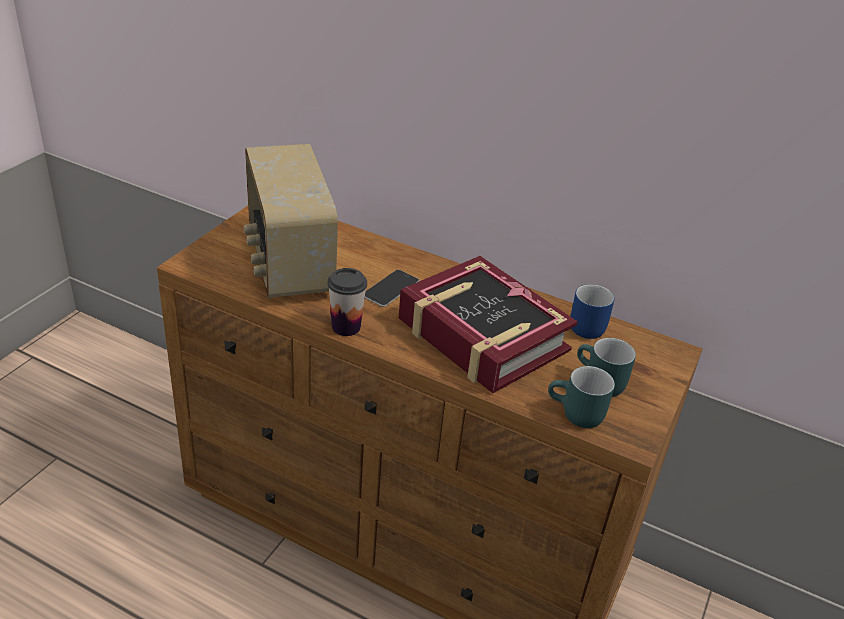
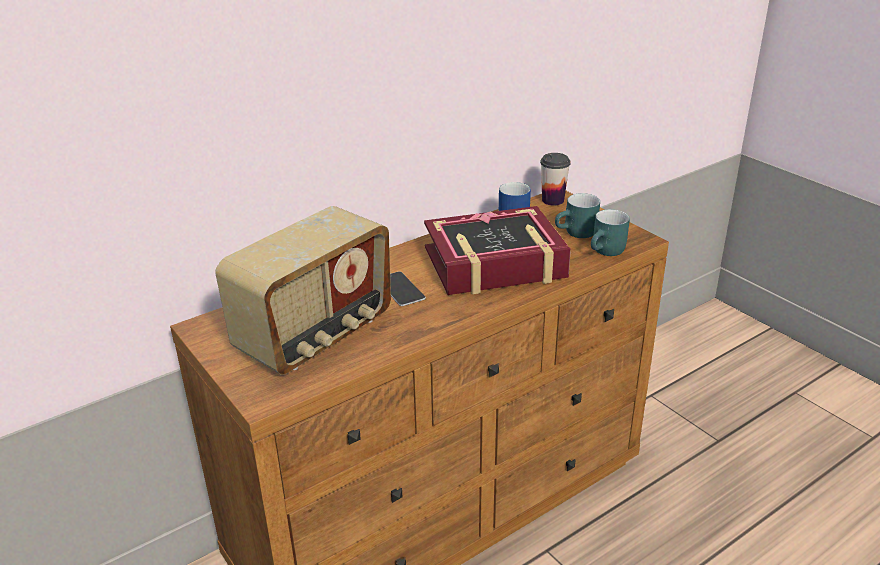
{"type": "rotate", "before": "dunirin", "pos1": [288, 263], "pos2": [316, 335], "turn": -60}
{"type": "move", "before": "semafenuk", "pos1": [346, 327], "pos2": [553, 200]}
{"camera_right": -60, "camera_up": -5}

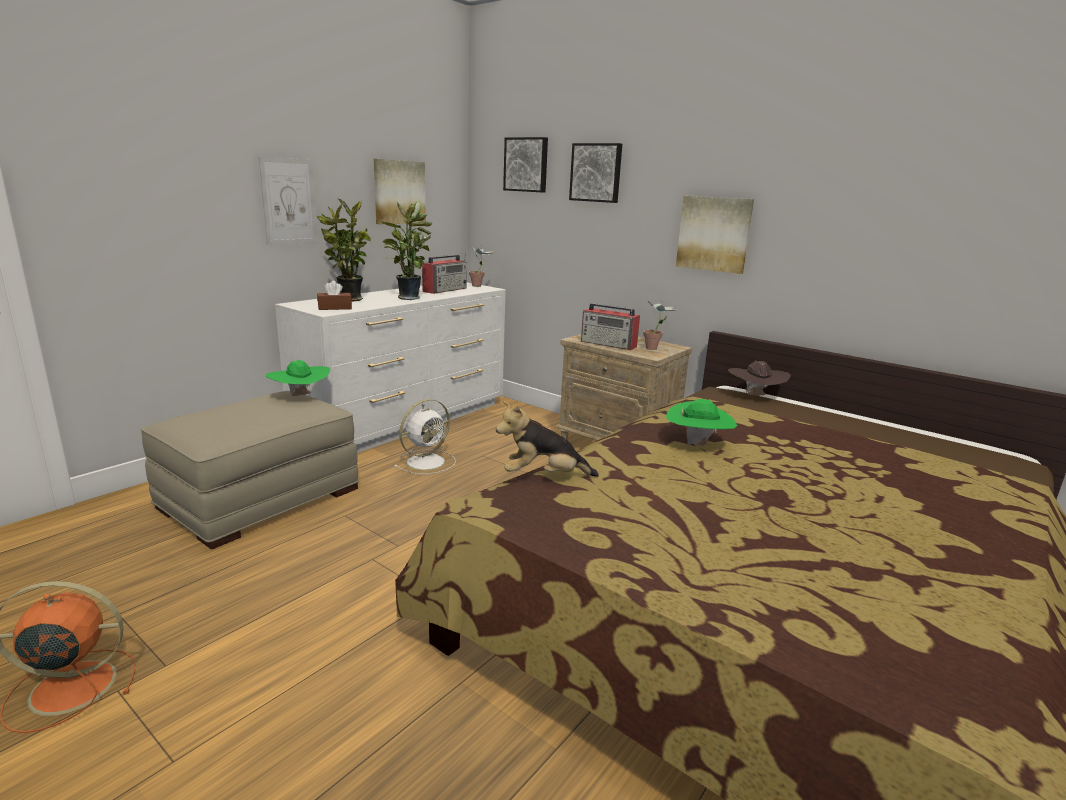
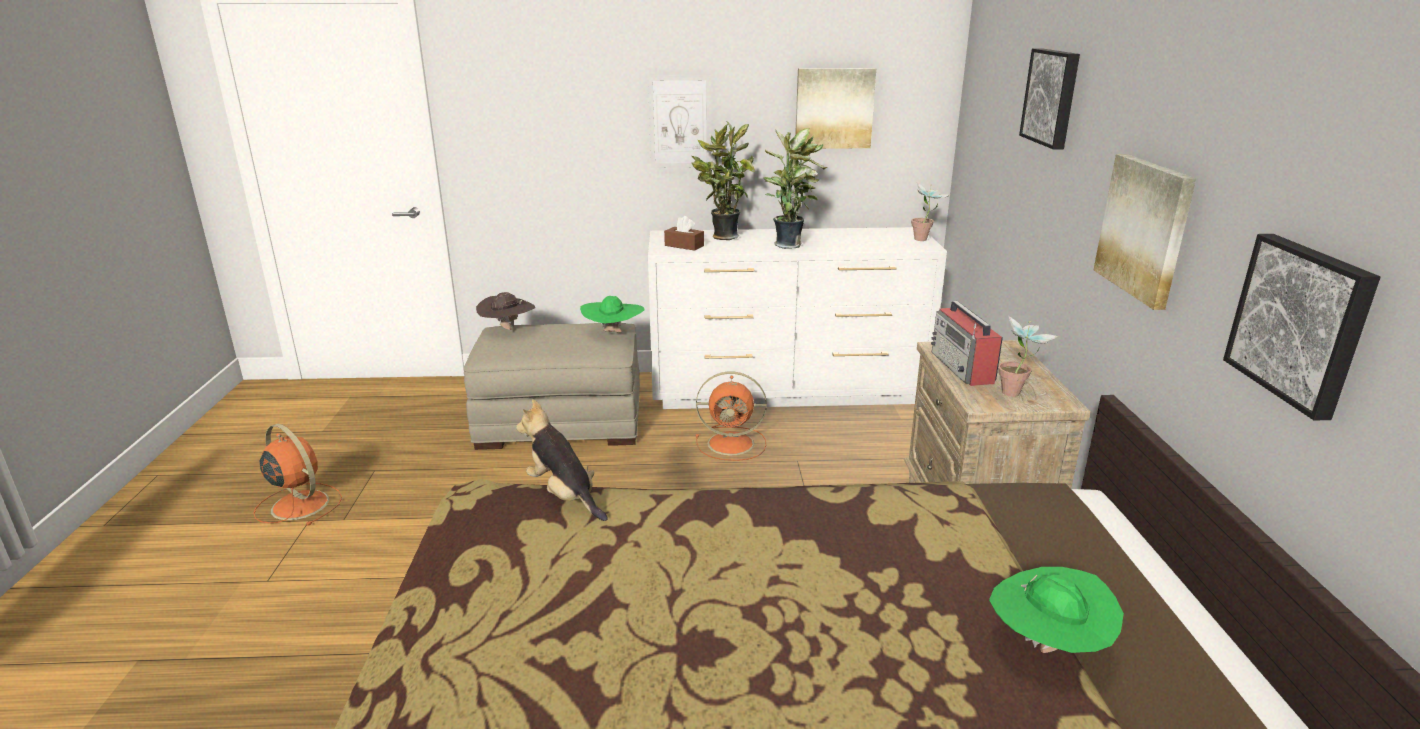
{"type": "move", "before": "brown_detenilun", "pos1": [755, 397], "pos2": [508, 330]}
{"type": "recolor", "before": "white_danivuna", "after": "orange_danivuna", "pos1": [427, 461], "pos2": [733, 444]}
{"type": "move", "before": "green_detenilun", "pos1": [697, 444], "pos2": [1047, 647]}
{"type": "move", "before": "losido", "pos1": [526, 165], "pos2": [1301, 322]}
{"type": "delete", "before": "dunirin", "pos1": [445, 290]}
{"camera_right": 50, "camera_up": 5}

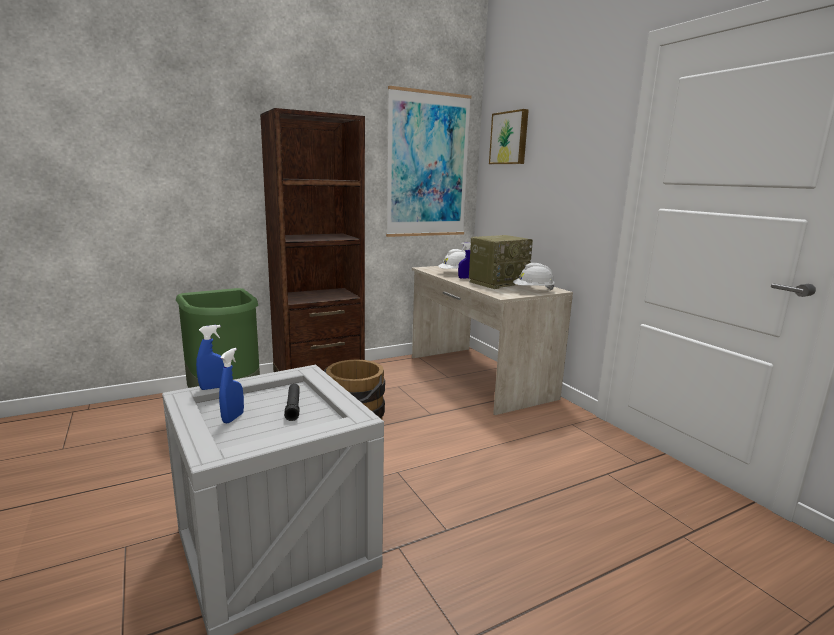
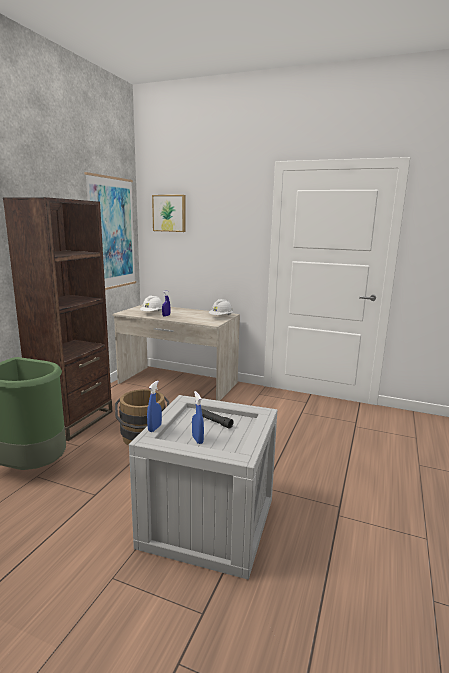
{"type": "delete", "before": "dunirin", "pos1": [498, 283]}
{"camera_right": -40, "camera_up": 0}

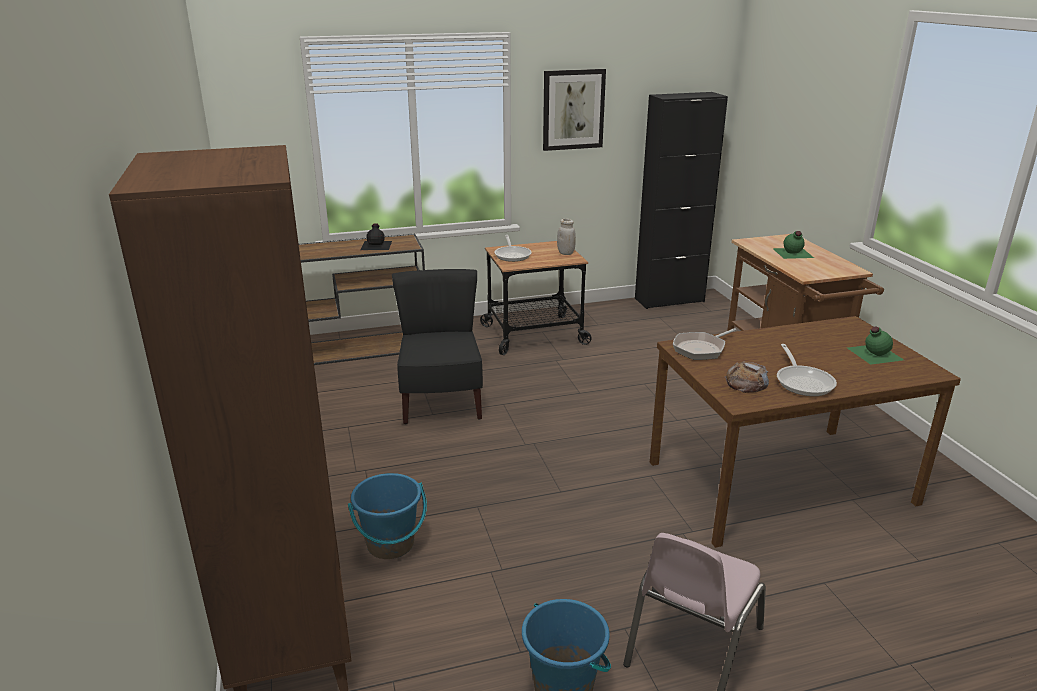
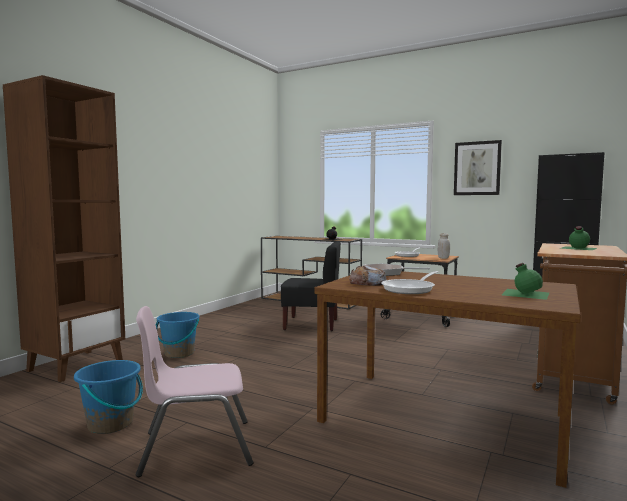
{"type": "rotate", "before": "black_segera", "pos1": [441, 402], "pos2": [311, 324], "turn": 60}
{"camera_right": 45, "camera_up": -20}

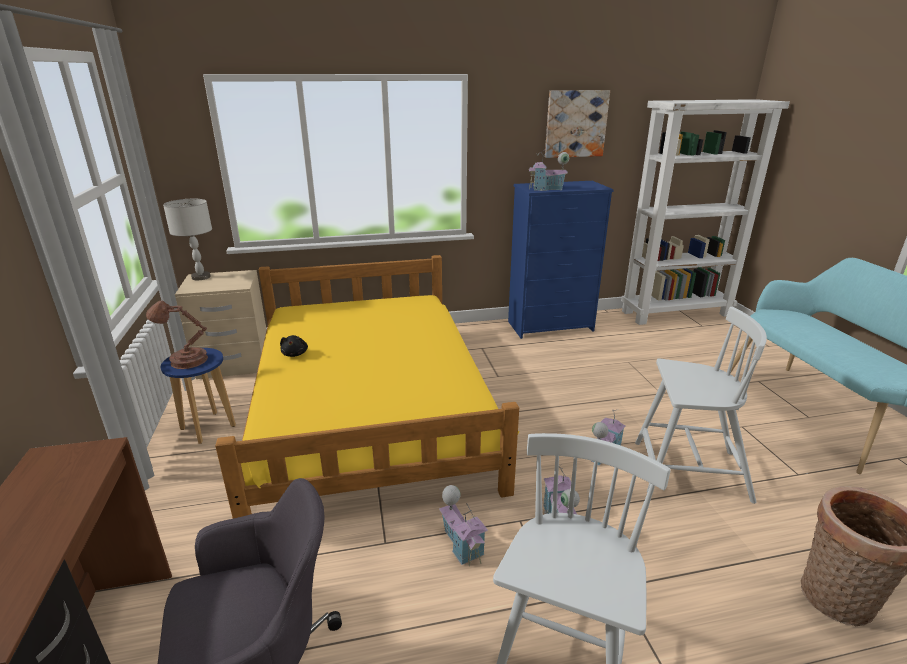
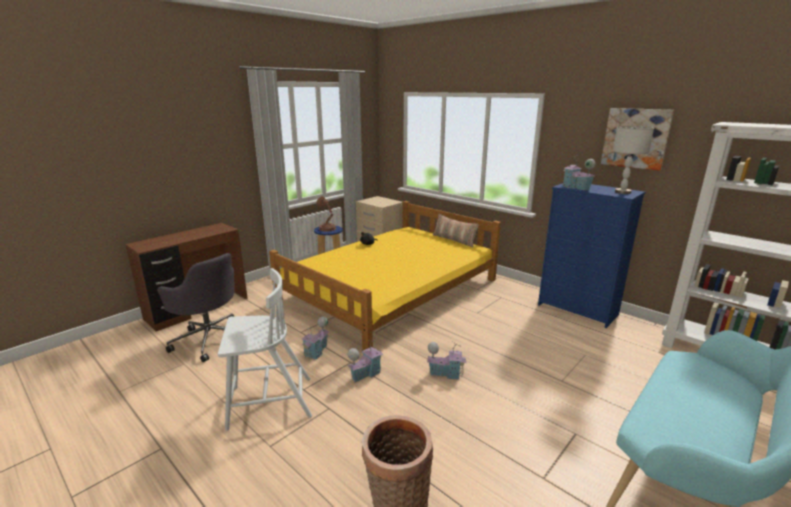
{"type": "insert", "after": "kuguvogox", "pos2": [454, 240]}
{"type": "move", "before": "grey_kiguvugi", "pos1": [201, 277], "pos2": [623, 192]}
{"type": "delete", "before": "white_segera", "pos1": [688, 471]}
{"camera_right": 55, "camera_up": -5}

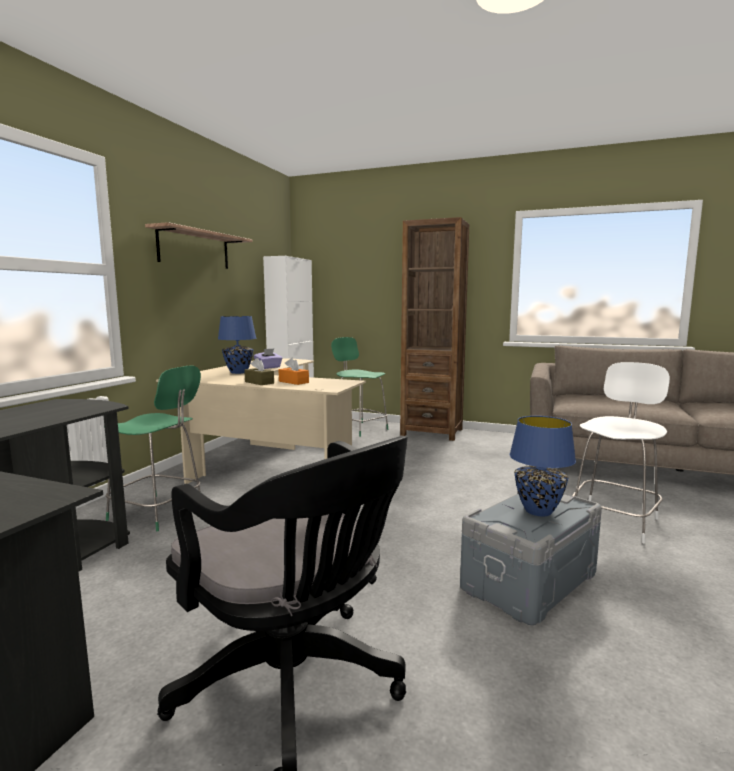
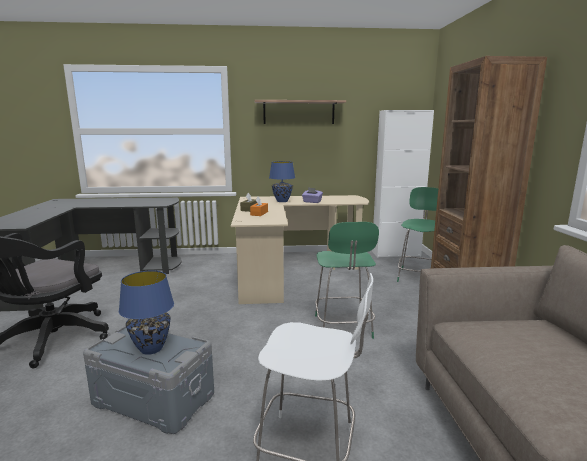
{"type": "move", "before": "green_segera", "pos1": [159, 513], "pos2": [343, 328]}
{"camera_right": 65, "camera_up": 5}

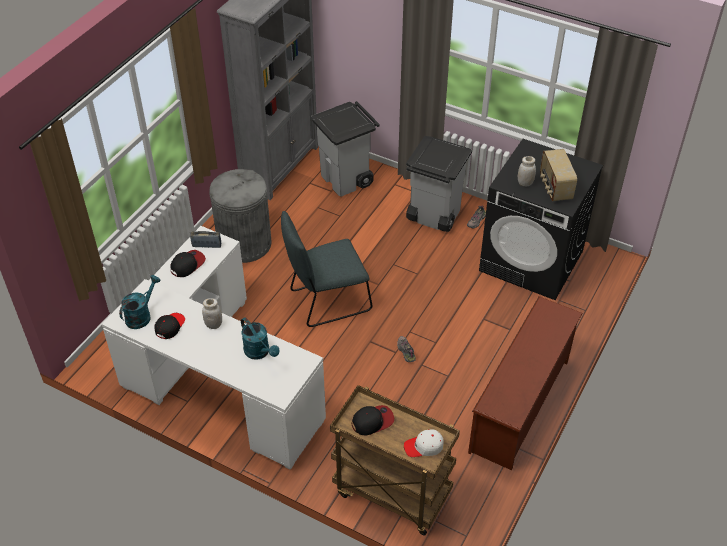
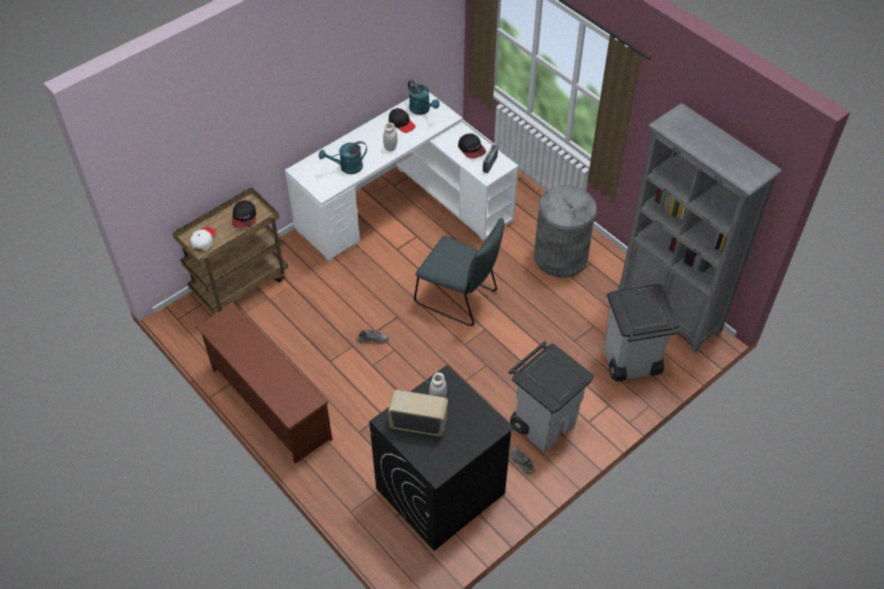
{"type": "rotate", "before": "grey_segera", "pos1": [327, 301], "pos2": [459, 298], "turn": 120}
{"camera_right": 110, "camera_up": 5}

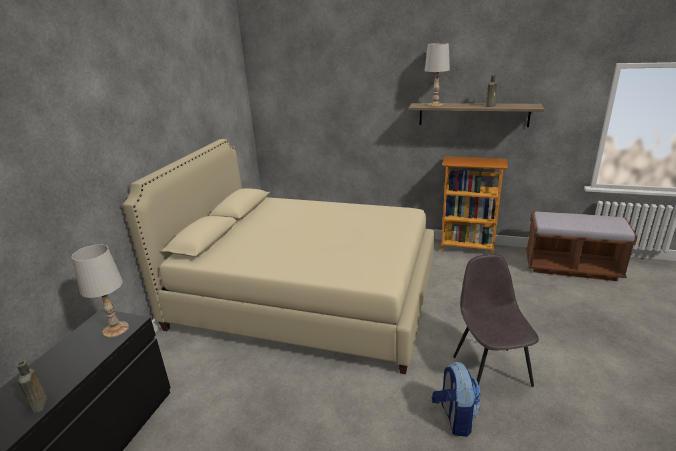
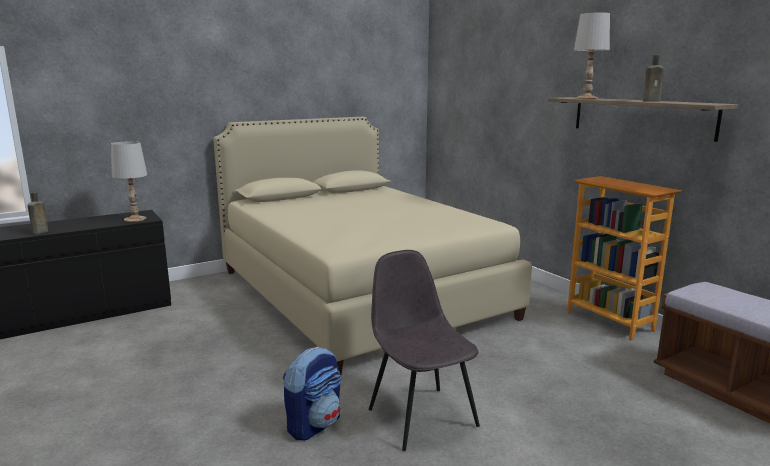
{"type": "rotate", "before": "grey_segera", "pos1": [490, 369], "pos2": [421, 416], "turn": -60}
{"camera_right": 40, "camera_up": -10}

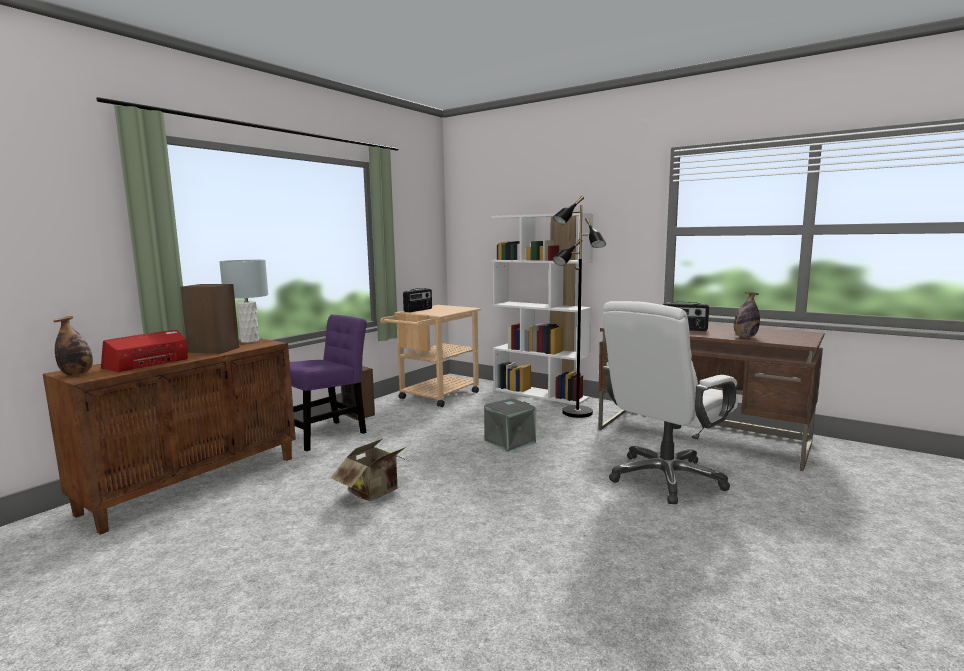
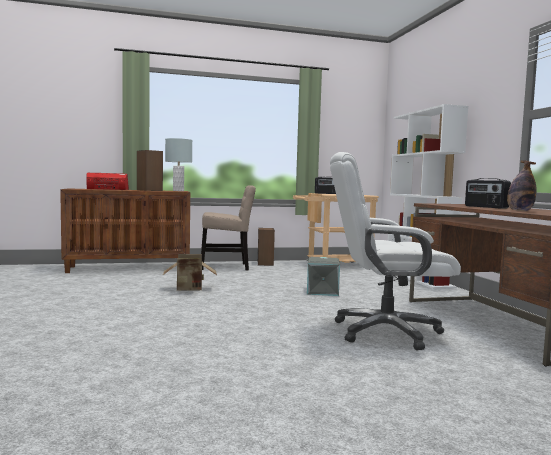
{"type": "recolor", "before": "purple_segera", "after": "beige_segera", "pos1": [327, 434], "pos2": [227, 267]}
{"type": "delete", "before": "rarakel", "pos1": [77, 374]}
{"type": "delete", "before": "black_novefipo", "pos1": [576, 413]}
{"camera_right": 40, "camera_up": -5}

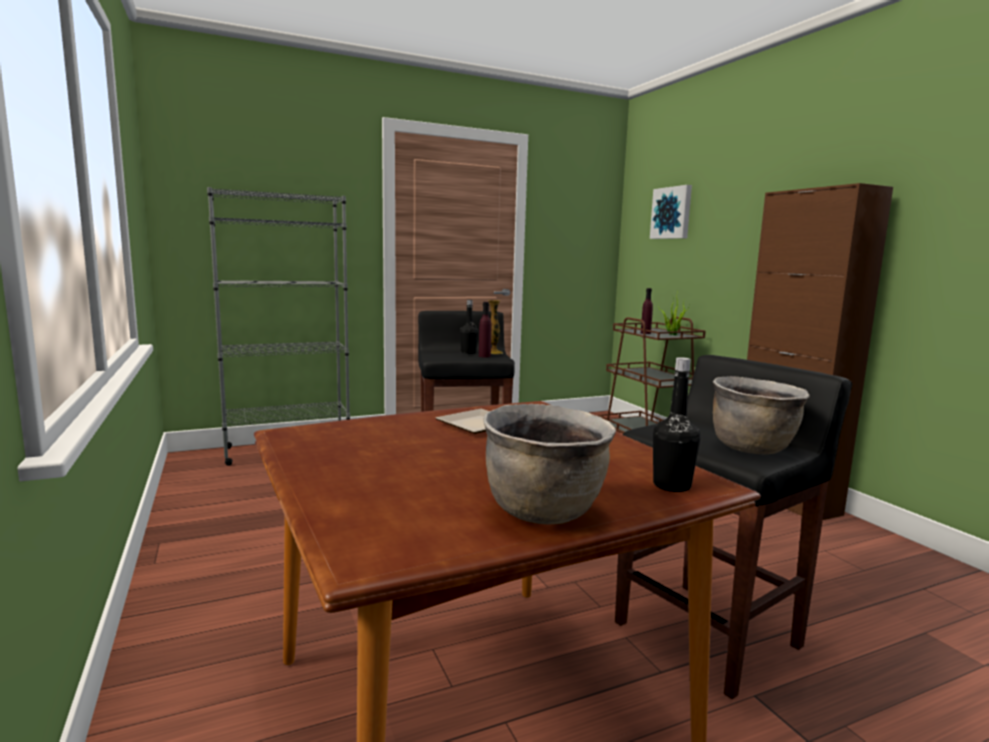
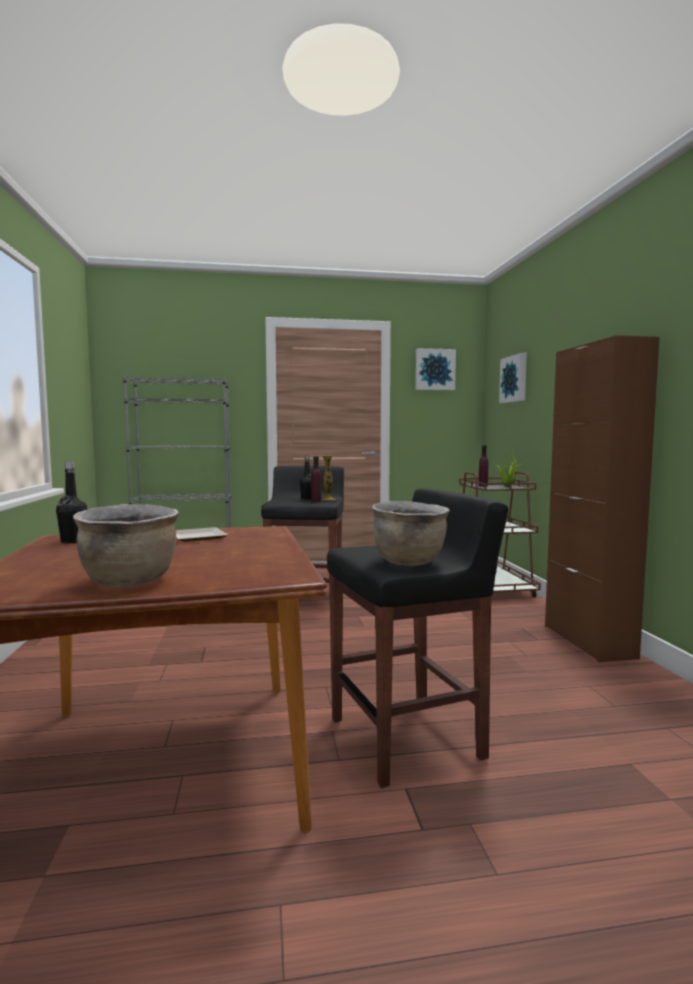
{"type": "move", "before": "black_rarakel", "pos1": [671, 485], "pos2": [73, 541]}
{"type": "insert", "after": "losido", "pos2": [434, 369]}
{"camera_right": 15, "camera_up": -5}

